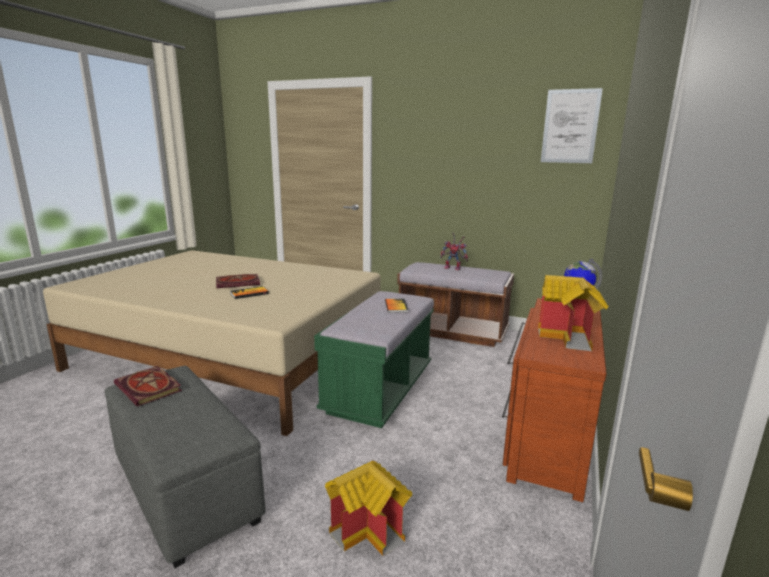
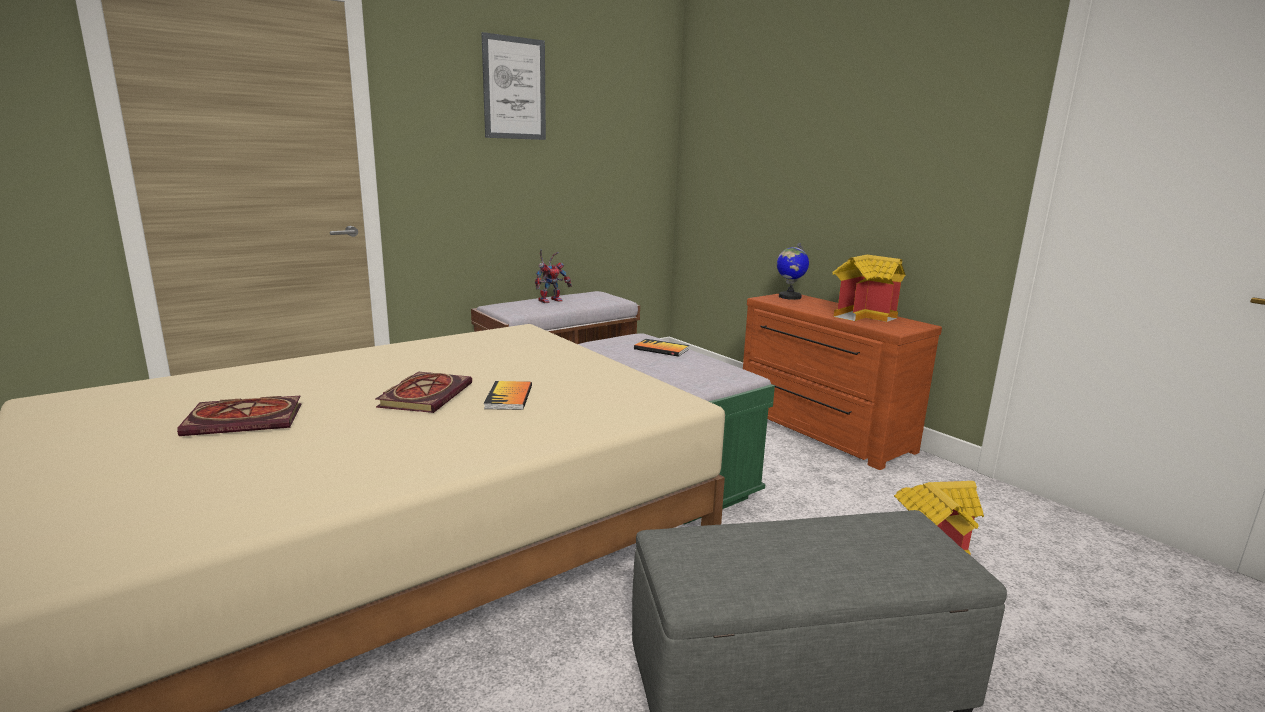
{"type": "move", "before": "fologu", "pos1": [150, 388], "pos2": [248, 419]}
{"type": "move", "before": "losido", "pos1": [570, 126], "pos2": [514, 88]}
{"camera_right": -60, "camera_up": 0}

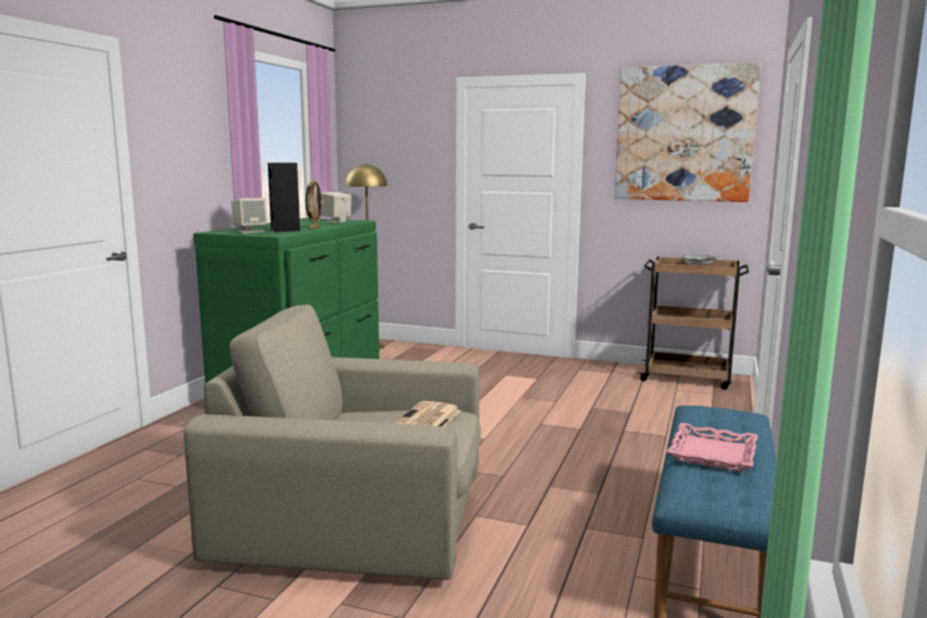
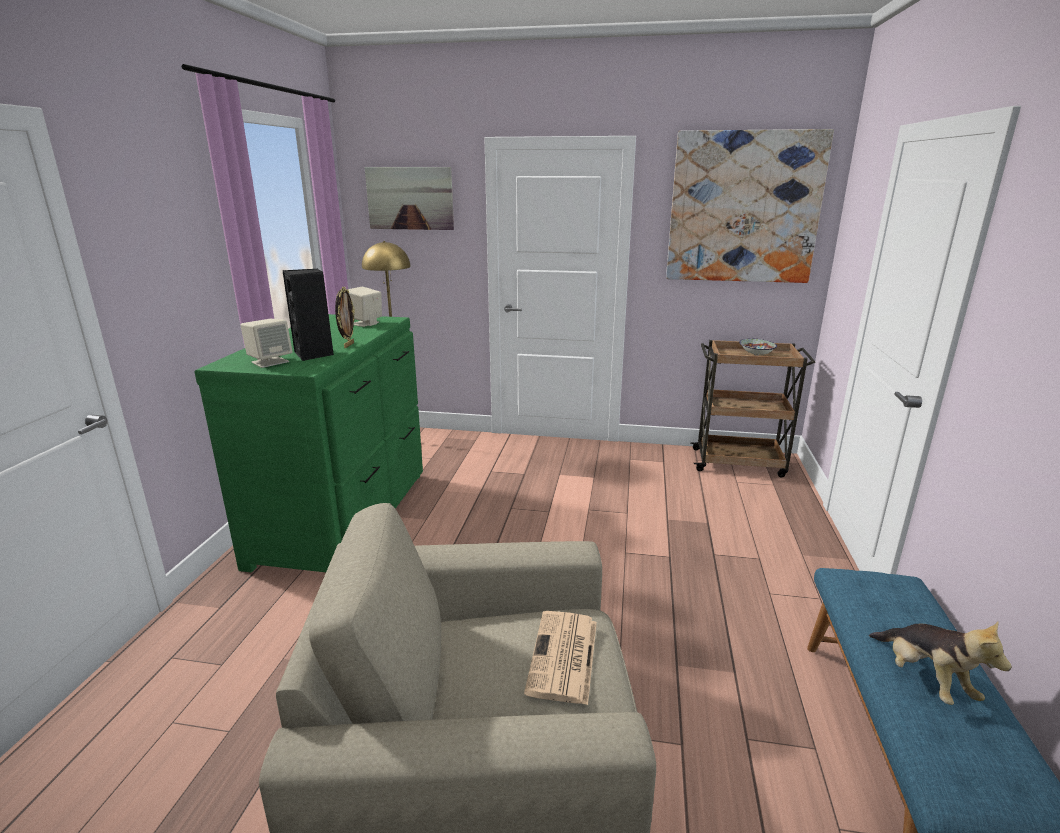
{"type": "insert", "after": "losido", "pos2": [410, 198]}
{"type": "replace", "before": "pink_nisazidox", "after": "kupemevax", "pos1": [711, 453], "pos2": [924, 679]}
{"camera_right": -10, "camera_up": 10}

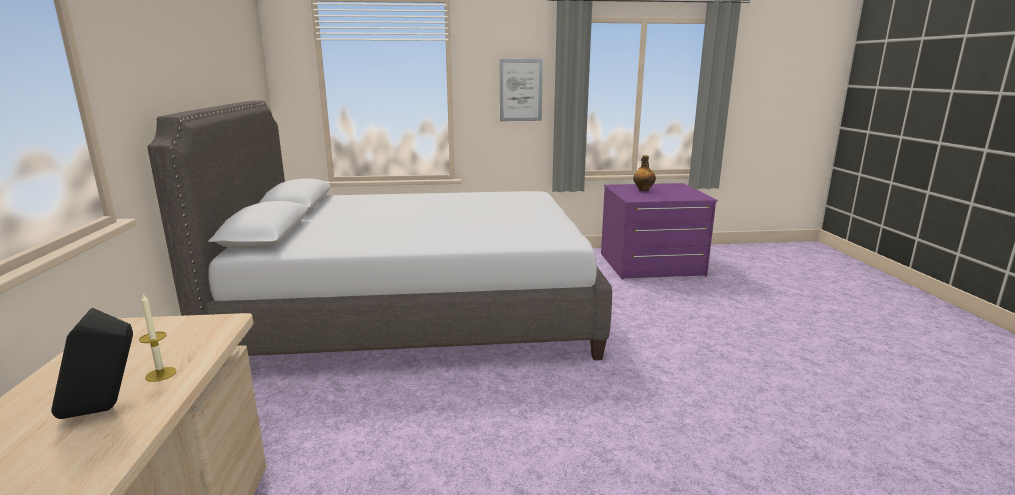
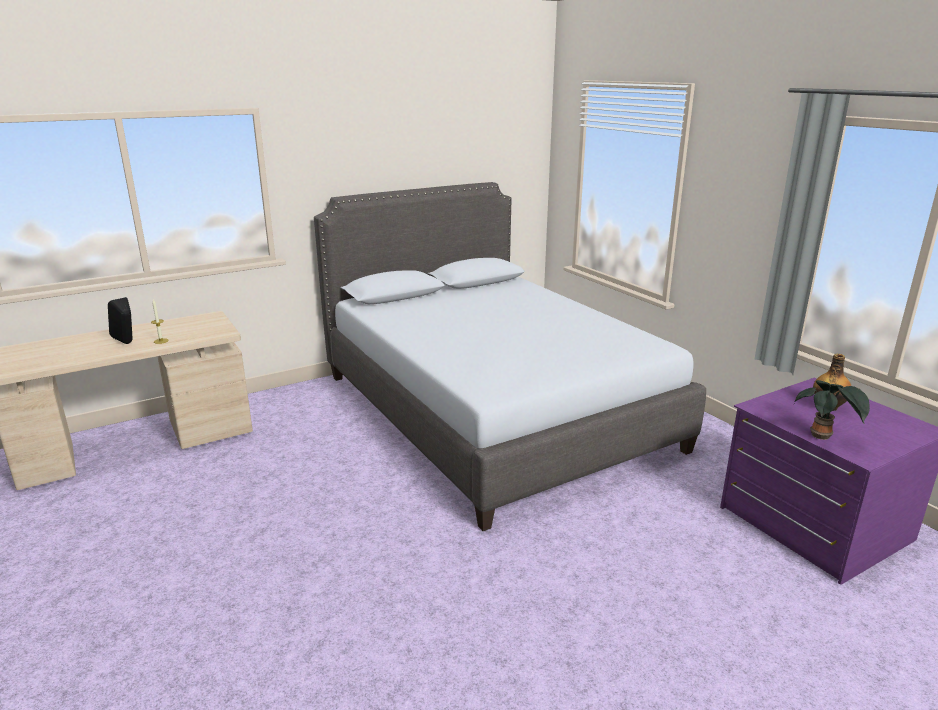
{"type": "insert", "after": "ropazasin", "pos2": [822, 437]}
{"type": "delete", "before": "losido", "pos1": [520, 90]}
{"camera_right": 65, "camera_up": 5}

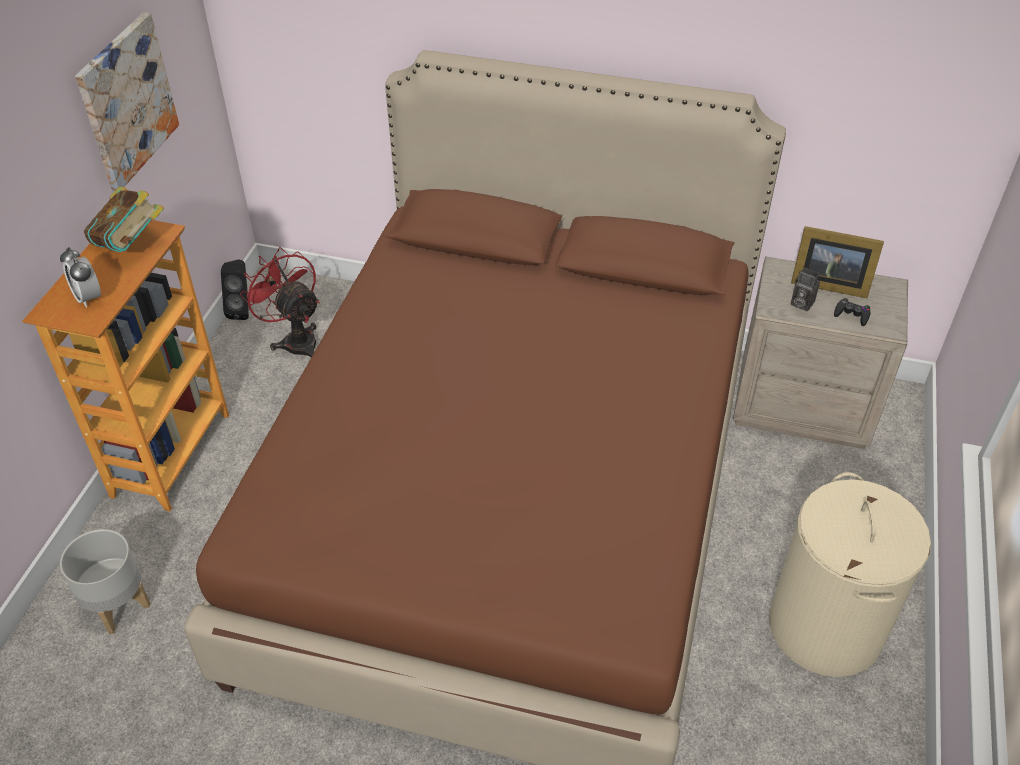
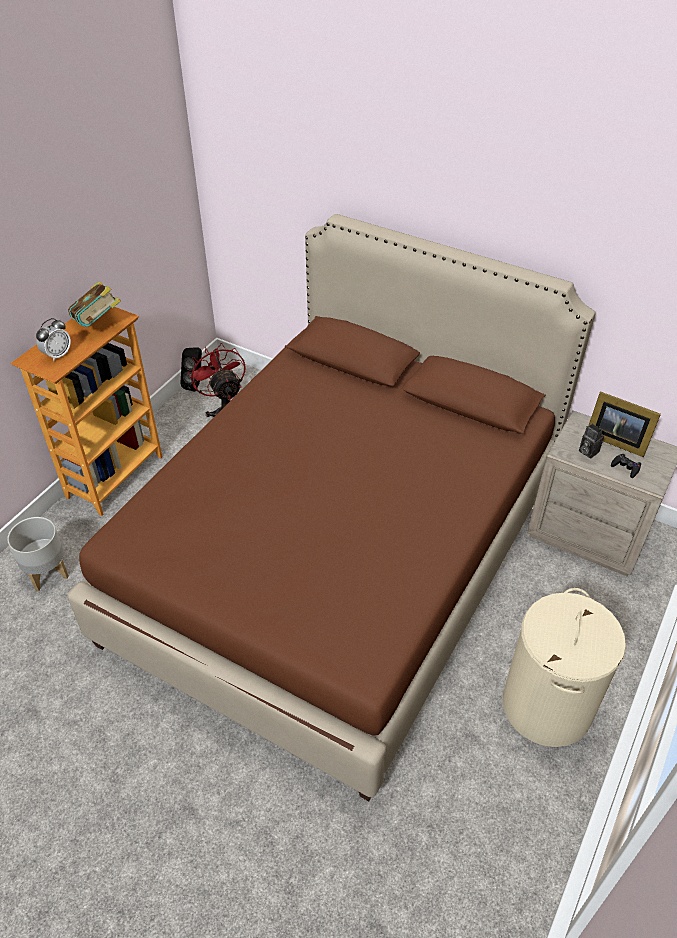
{"type": "rotate", "before": "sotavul", "pos1": [88, 298], "pos2": [57, 355], "turn": -120}
{"type": "delete", "before": "losido", "pos1": [126, 101]}
{"camera_right": 15, "camera_up": 0}

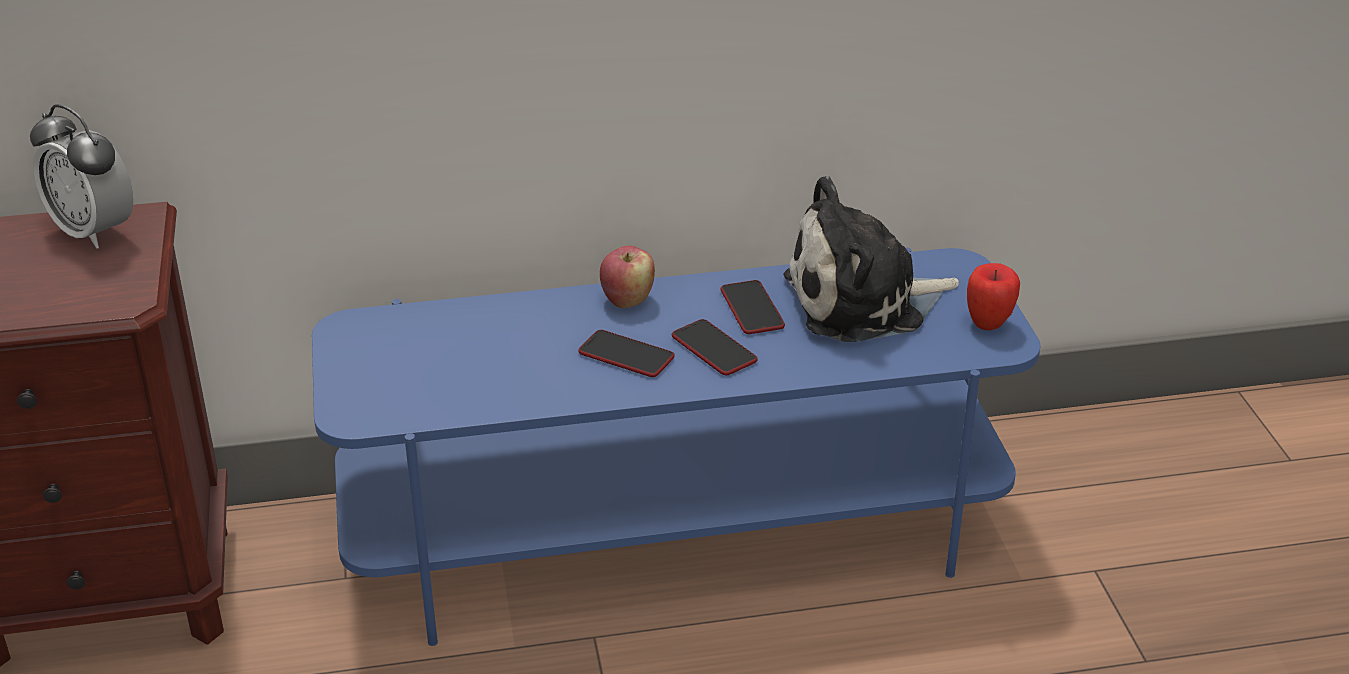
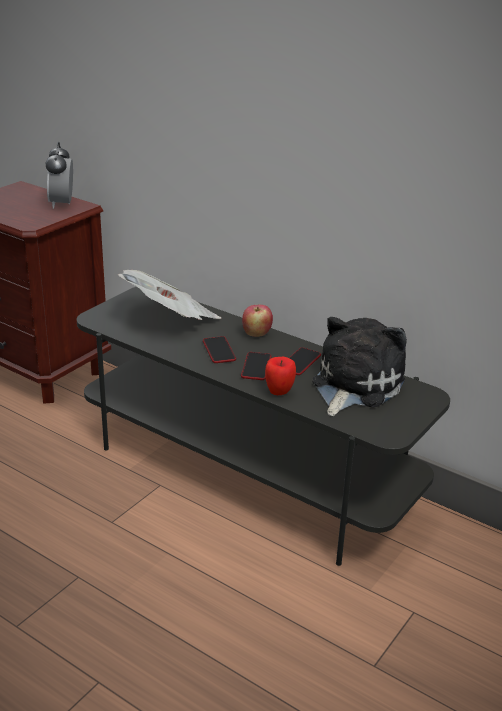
{"type": "recolor", "before": "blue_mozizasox", "after": "grey_mozizasox", "pos1": [677, 535], "pos2": [248, 472]}
{"type": "insert", "after": "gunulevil", "pos2": [171, 319]}
{"type": "move", "before": "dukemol", "pos1": [989, 324], "pos2": [279, 392]}
{"type": "rotate", "before": "kupemevax", "pos1": [863, 302], "pos2": [354, 385], "turn": 90}
{"camera_right": 45, "camera_up": -5}

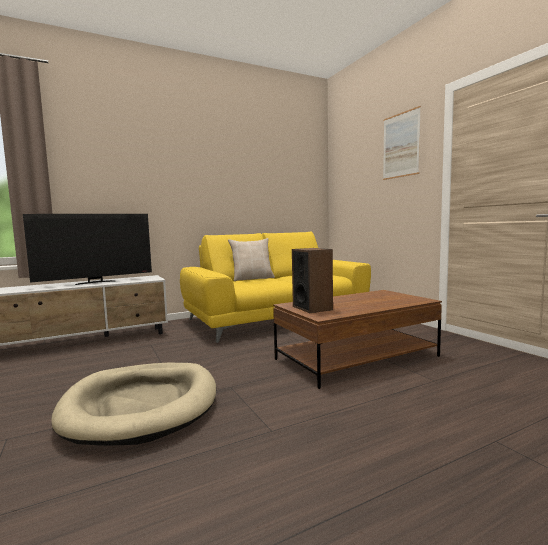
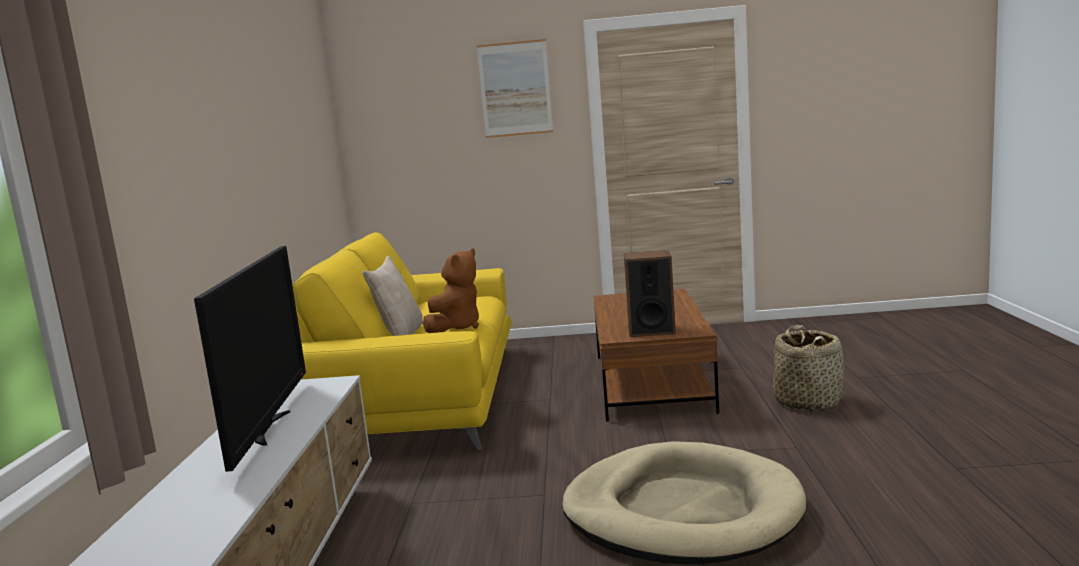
{"type": "insert", "after": "brown_kupemevax", "pos2": [456, 327]}
{"type": "insert", "after": "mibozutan", "pos2": [808, 402]}
{"camera_right": -60, "camera_up": 5}

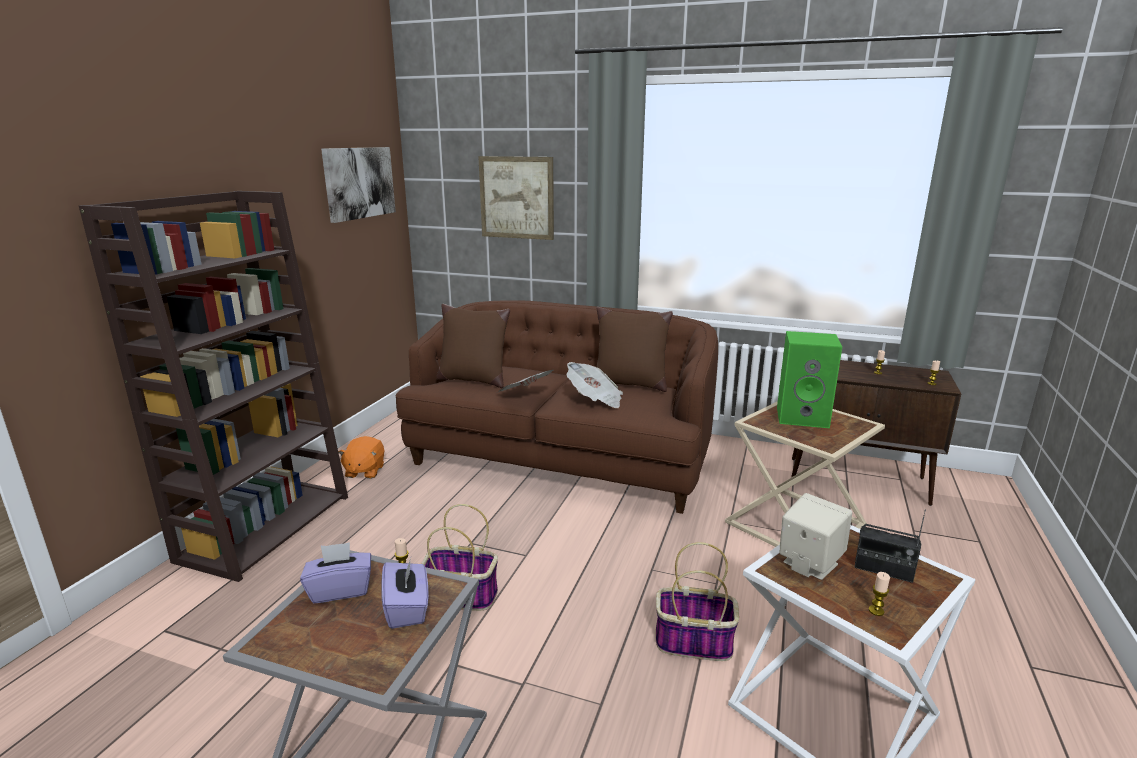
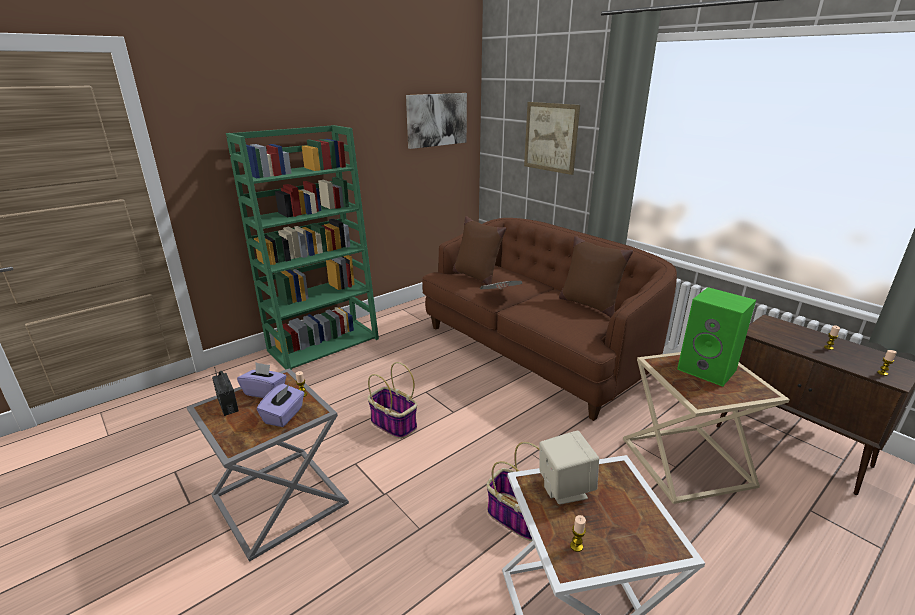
{"type": "move", "before": "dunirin", "pos1": [883, 569], "pos2": [227, 404]}
{"type": "recolor", "before": "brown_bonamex", "after": "green_bonamex", "pos1": [266, 526], "pos2": [324, 344]}
{"type": "delete", "before": "orange_kupemevax", "pos1": [364, 471]}
{"type": "delete", "before": "gunulevil", "pos1": [595, 399]}
{"camera_right": 30, "camera_up": 5}

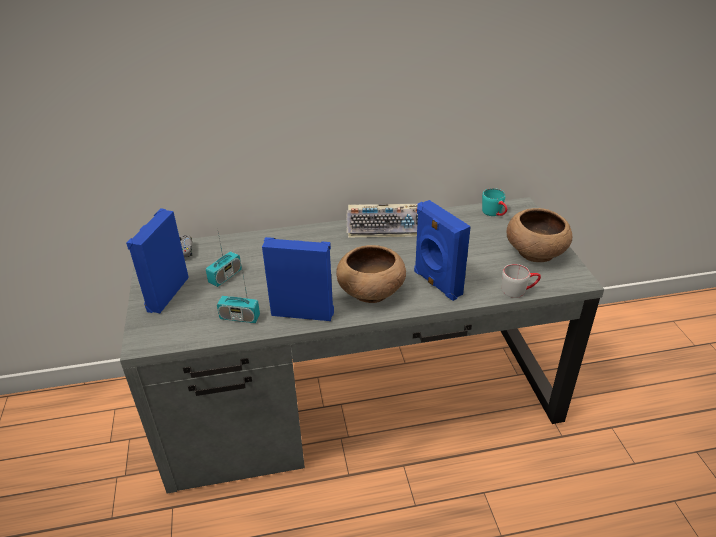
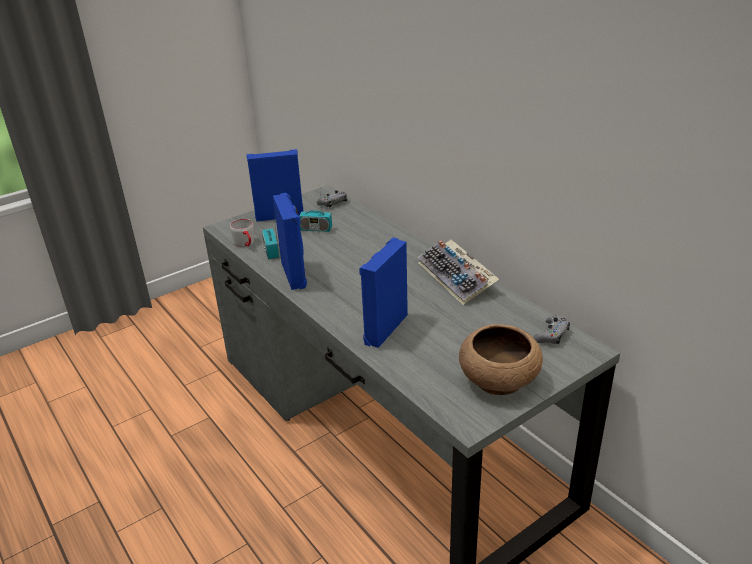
{"type": "move", "before": "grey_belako", "pos1": [519, 290], "pos2": [246, 244]}
{"type": "replace", "before": "turquoise_belako", "after": "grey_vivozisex", "pos1": [495, 213], "pos2": [551, 335]}
{"type": "delete", "before": "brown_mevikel", "pos1": [370, 291]}
{"camera_right": 65, "camera_up": -5}

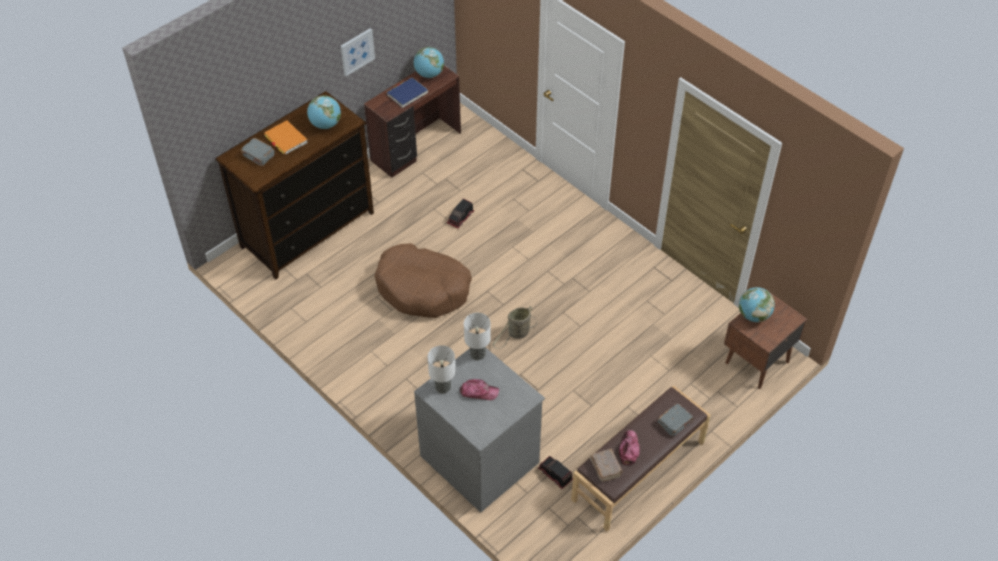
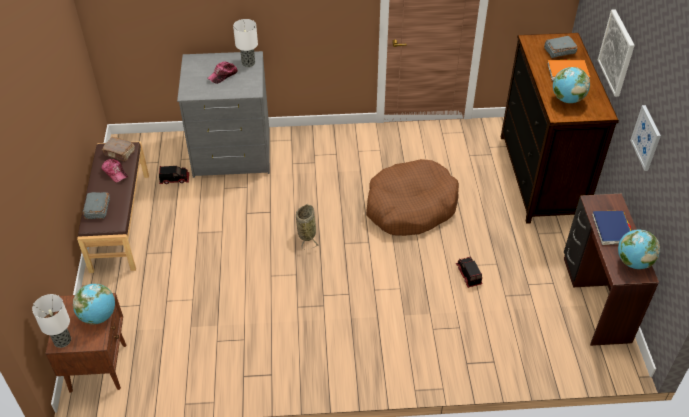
{"type": "move", "before": "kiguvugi", "pos1": [477, 354], "pos2": [62, 340]}
{"type": "insert", "after": "losido", "pos2": [617, 52]}
{"camera_right": 130, "camera_up": -5}

